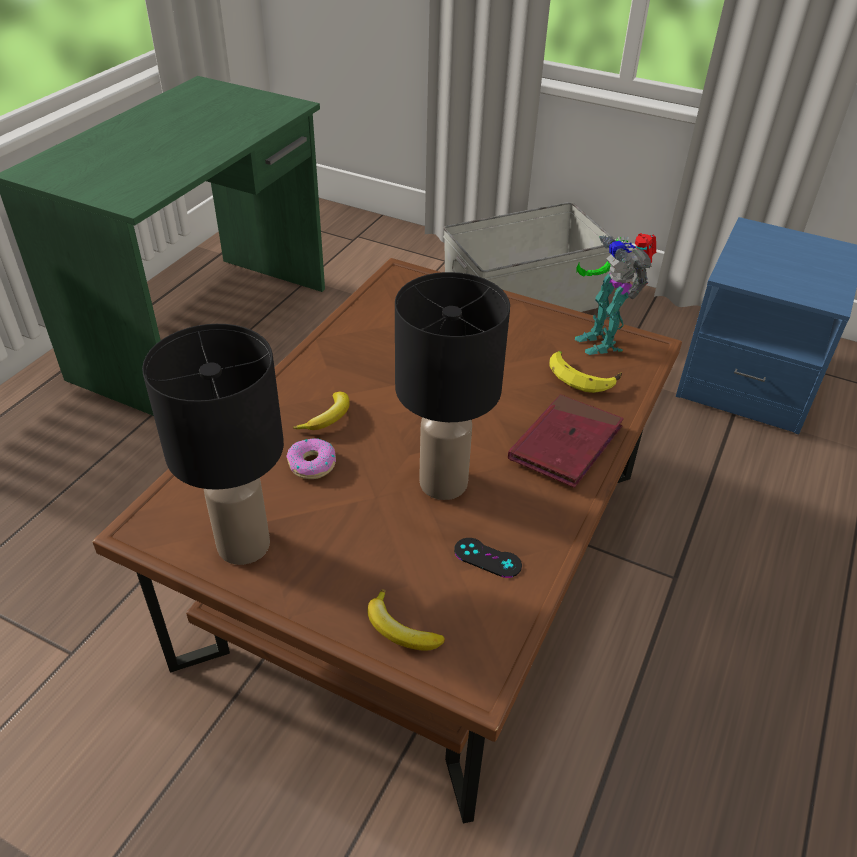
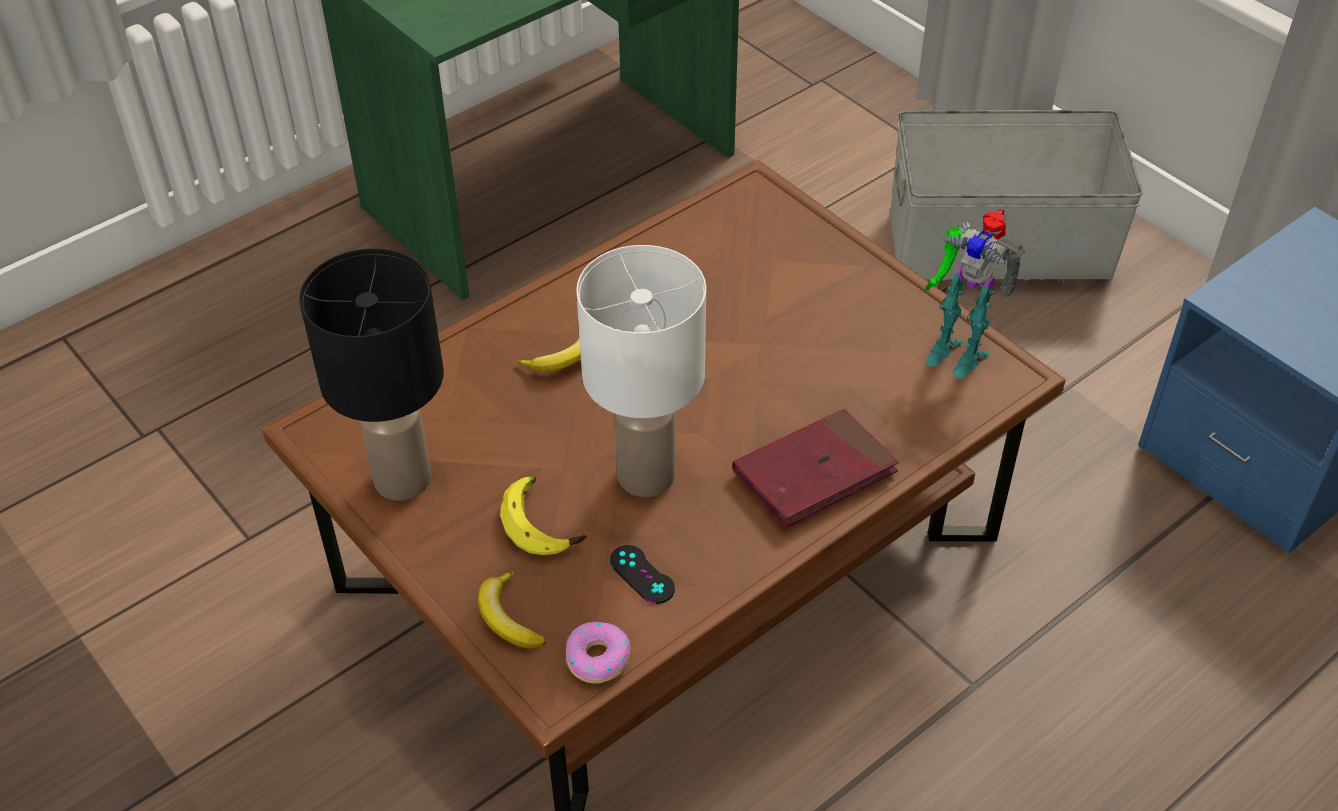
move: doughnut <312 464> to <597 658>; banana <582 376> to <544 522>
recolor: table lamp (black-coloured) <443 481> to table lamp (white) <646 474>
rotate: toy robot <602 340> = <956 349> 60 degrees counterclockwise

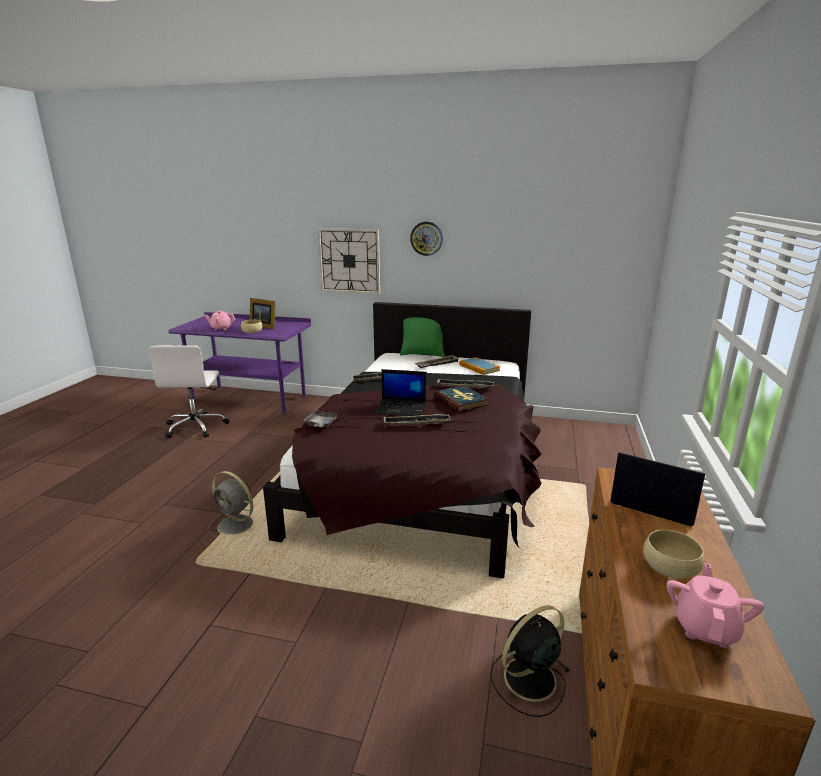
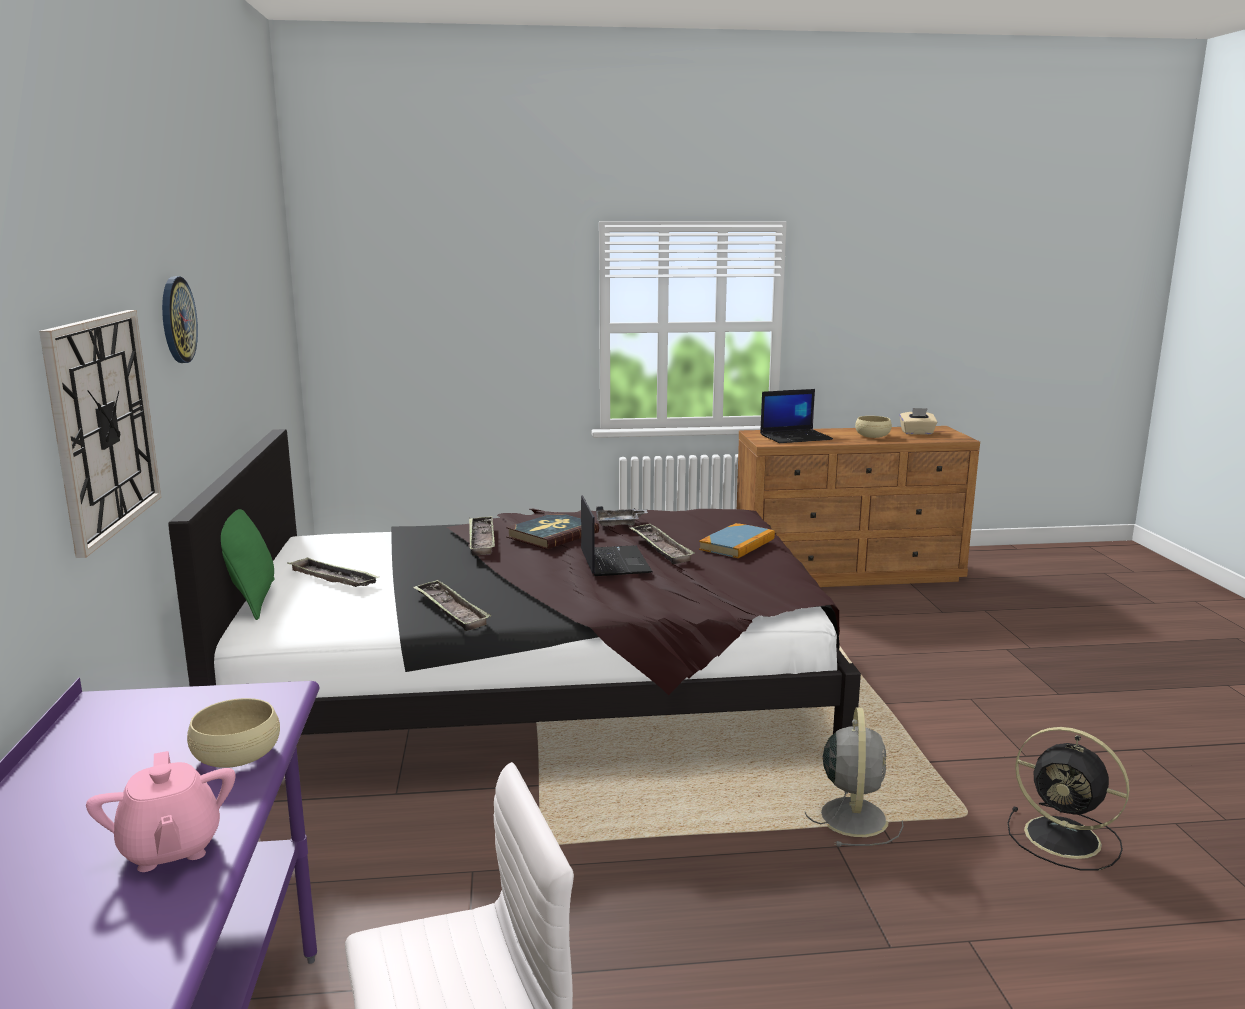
delete: picture frame <264 326>
move: serving tray (grey) <321 424> to <619 524>; bound book <479 368> to <737 544>; cooling fan (black-coloured) <528 680> to <1066 838>
replace: teapot (pink-coloured) <705 628> to tissue holder (beige-coloured) <917 433>
rotate: notebook computer <653 502> = <796 437> 120 degrees counterclockwise

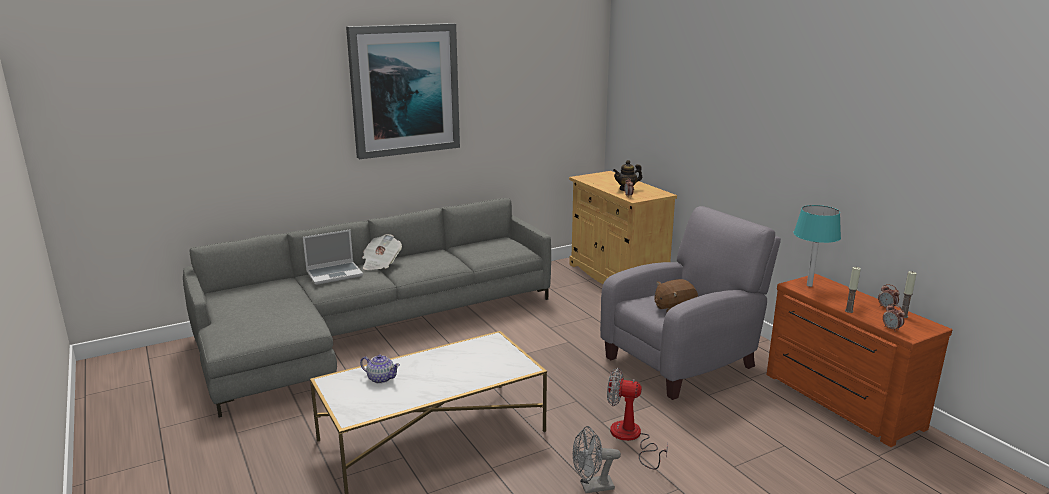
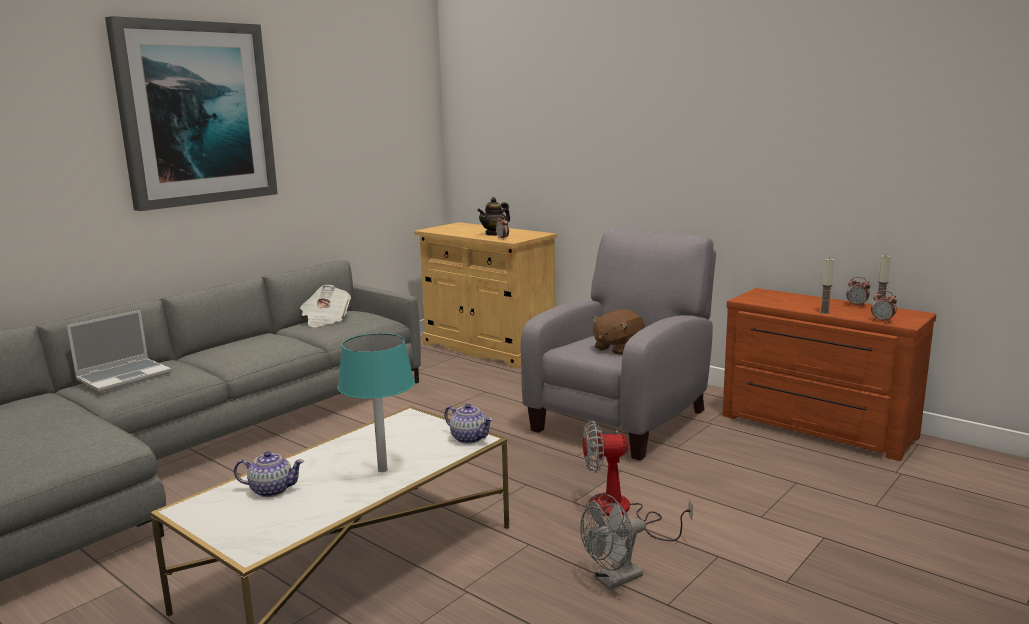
insert: teapot <469 438>
move: printed paper <380 263> to <325 320>; table lamp (turquoise-coloured) <809 285> to <382 470>

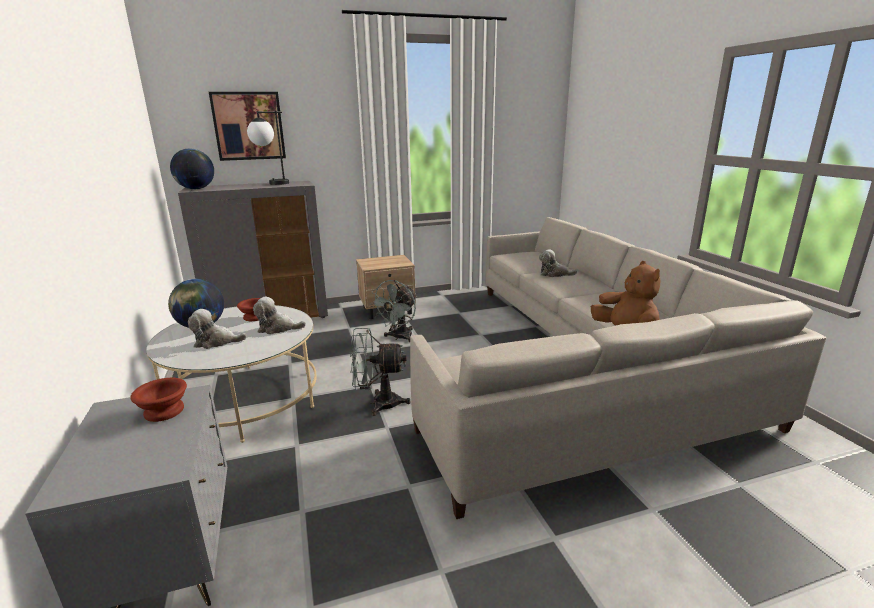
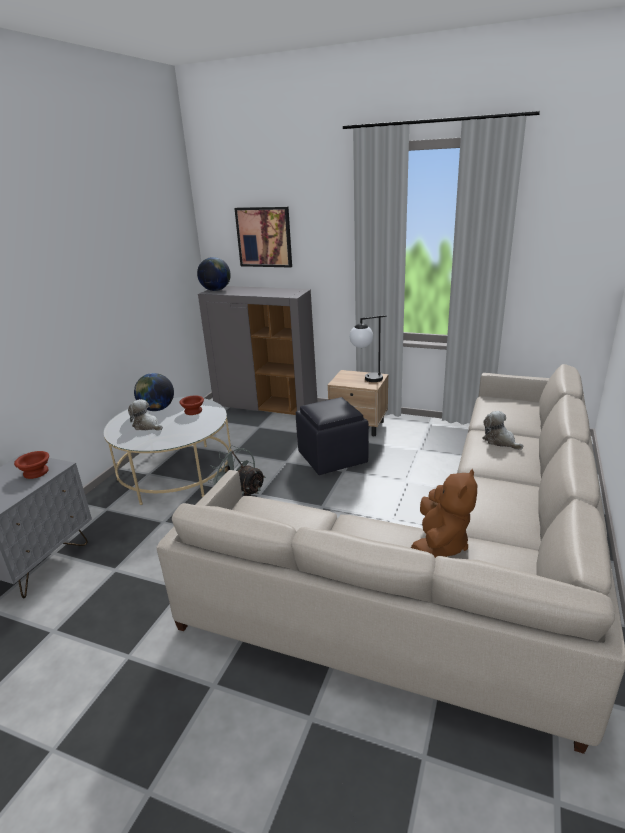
delete: soft toy <277 328>
move: table lamp <272 184> to <366 380>
replace: cooling fan (grey) <399 337> to footrest (black-coloured) <333 458>

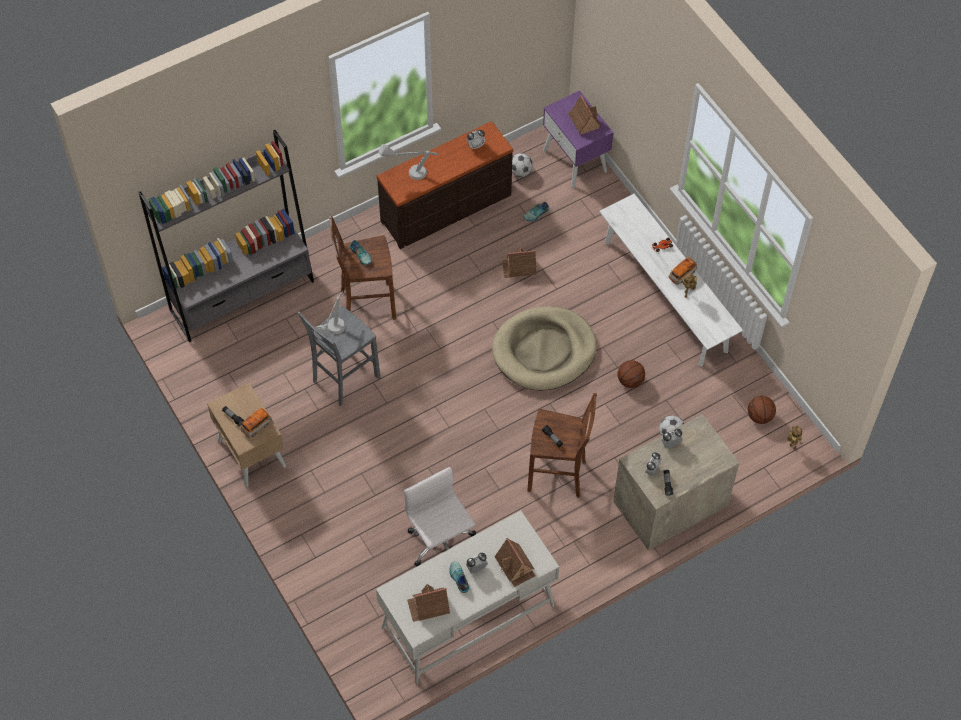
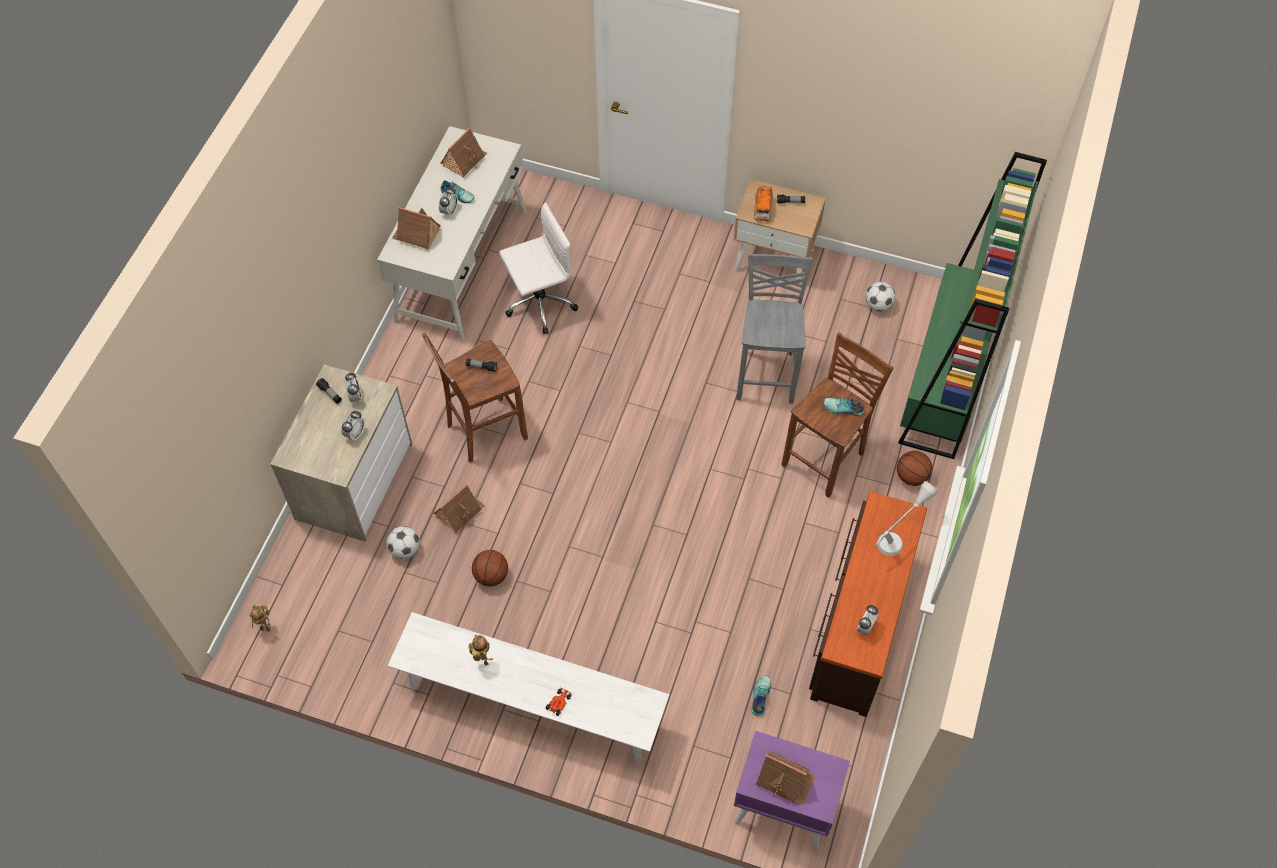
delete: table lamp (grey) <332 334>; dog bed (beige-coloured) <544 351>; model car <682 274>
move: model house <519 268> to <459 511>; ball for football <520 172> to <878 305>; basketball <760 416> to <911 476>
recolor: shelving unit (grey) <242 295> to shelving unit (greenish) <944 381>
rotate: office chair (white) <440 543> = <539 303> 45 degrees counterclockwise

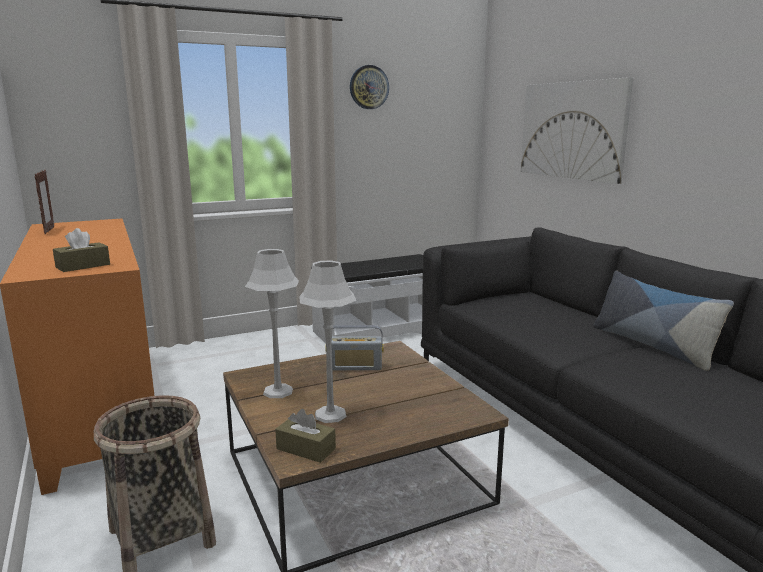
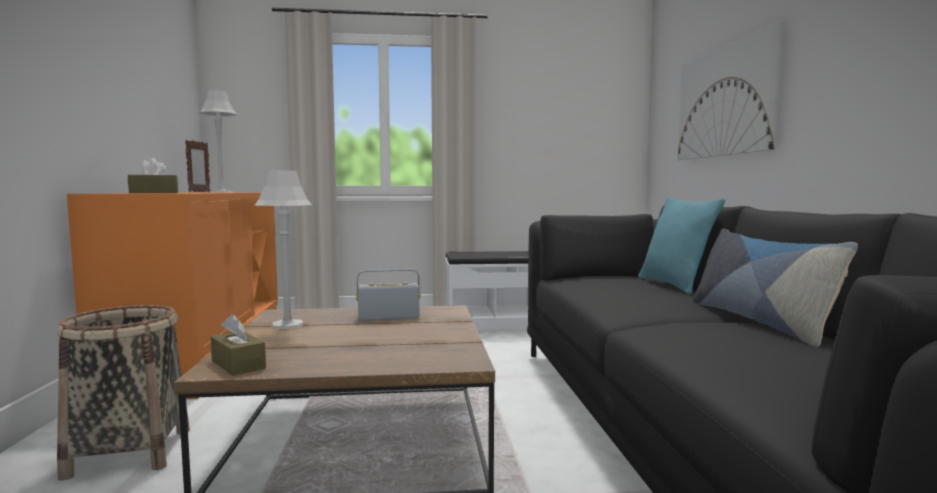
delete: hanging clock <369 87>
insert: cushion (turquoise-coloured) <674 285>
move: table lamp (grey) <330 414> to <221 192>
rotate: radio <354 367> = <388 317> 150 degrees clockwise

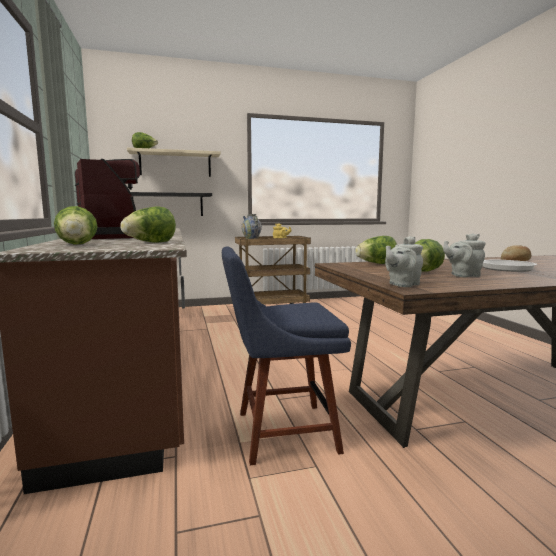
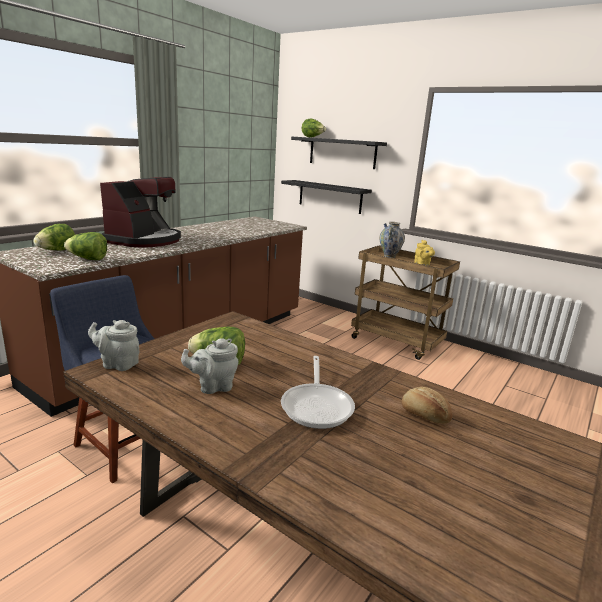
delete: head of lettuce <376 264>
recolor: wall shelf (beige-coloured) <175 164> to wall shelf (black-coloured) <342 153>
rotate: teapot (grey) <463 275> = <213 387> 60 degrees counterclockwise

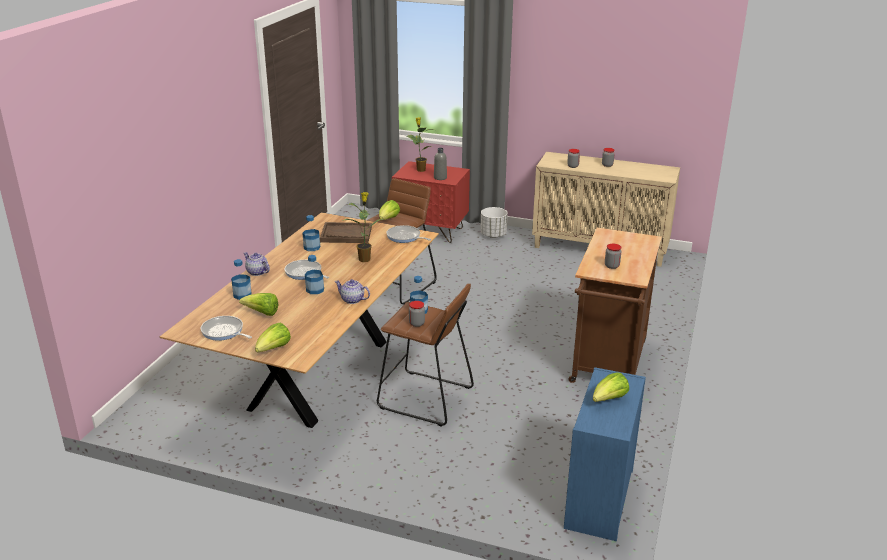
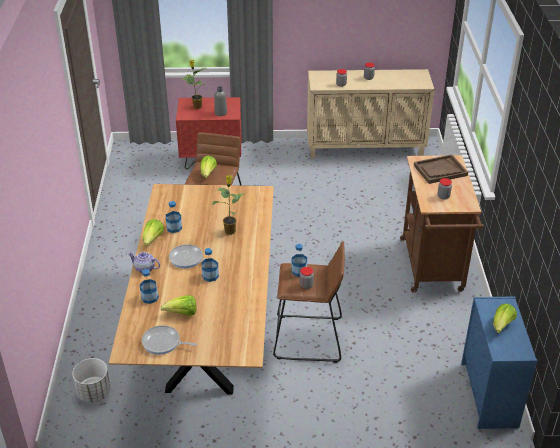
delete: teapot <352 300>; pan <405 237>
move: head of lettuce <273 349> to <153 240>; serving tray (brownish) <346 234> to <440 170>; planter (white) <493 235> to <94 392>

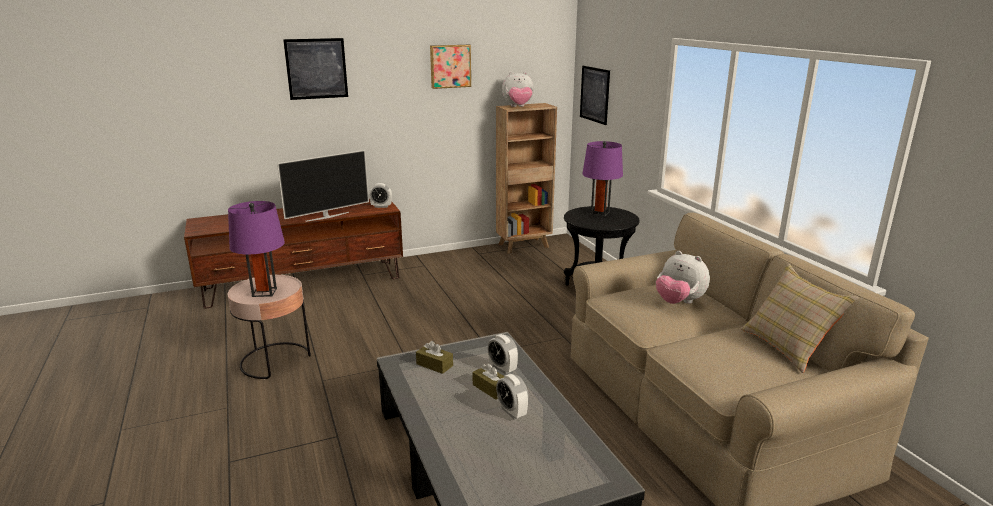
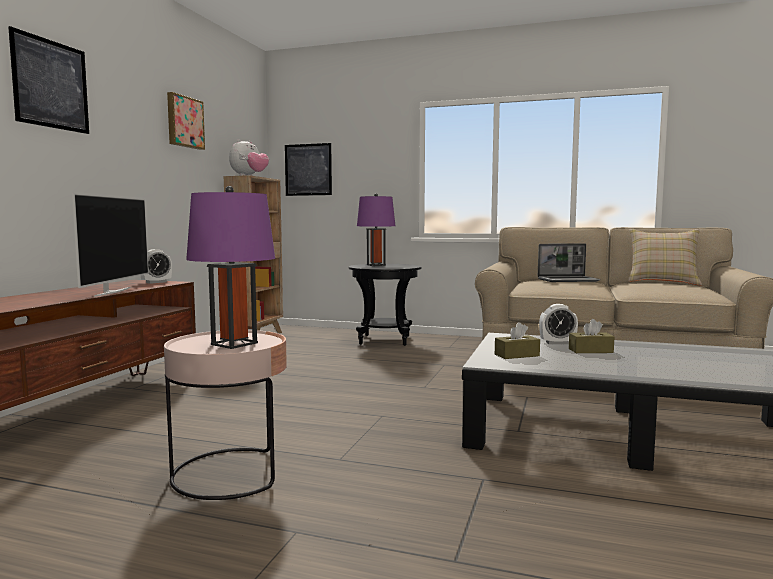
delete: alarm clock <512 412>
replace: soft toy <679 302> to notebook computer <568 280>

